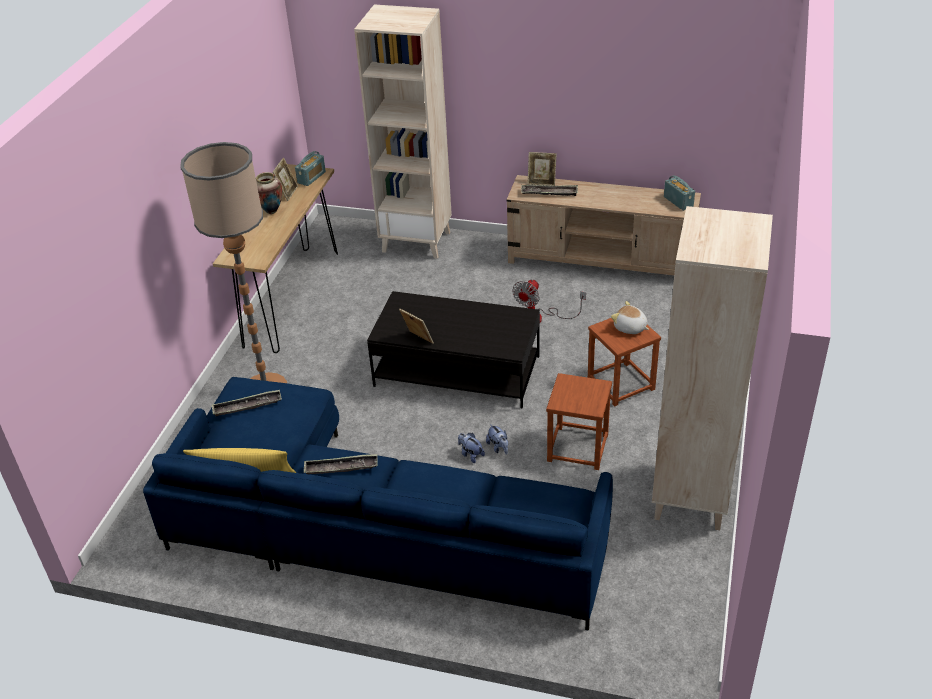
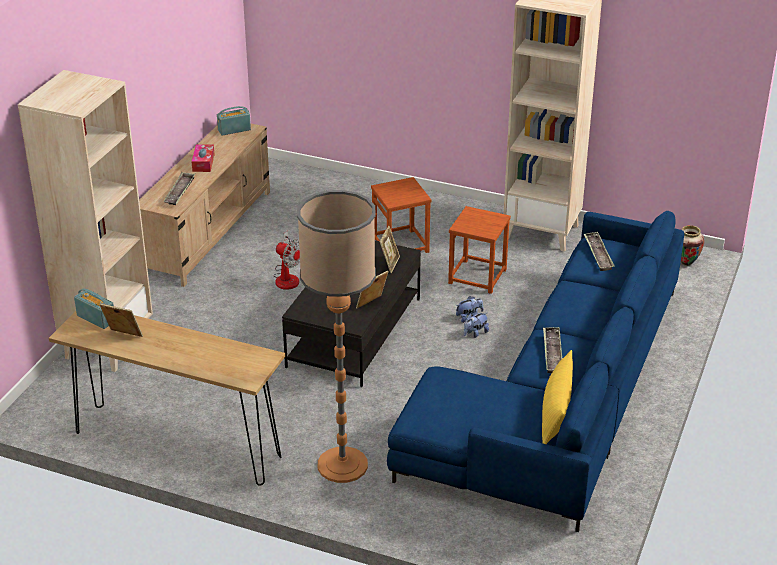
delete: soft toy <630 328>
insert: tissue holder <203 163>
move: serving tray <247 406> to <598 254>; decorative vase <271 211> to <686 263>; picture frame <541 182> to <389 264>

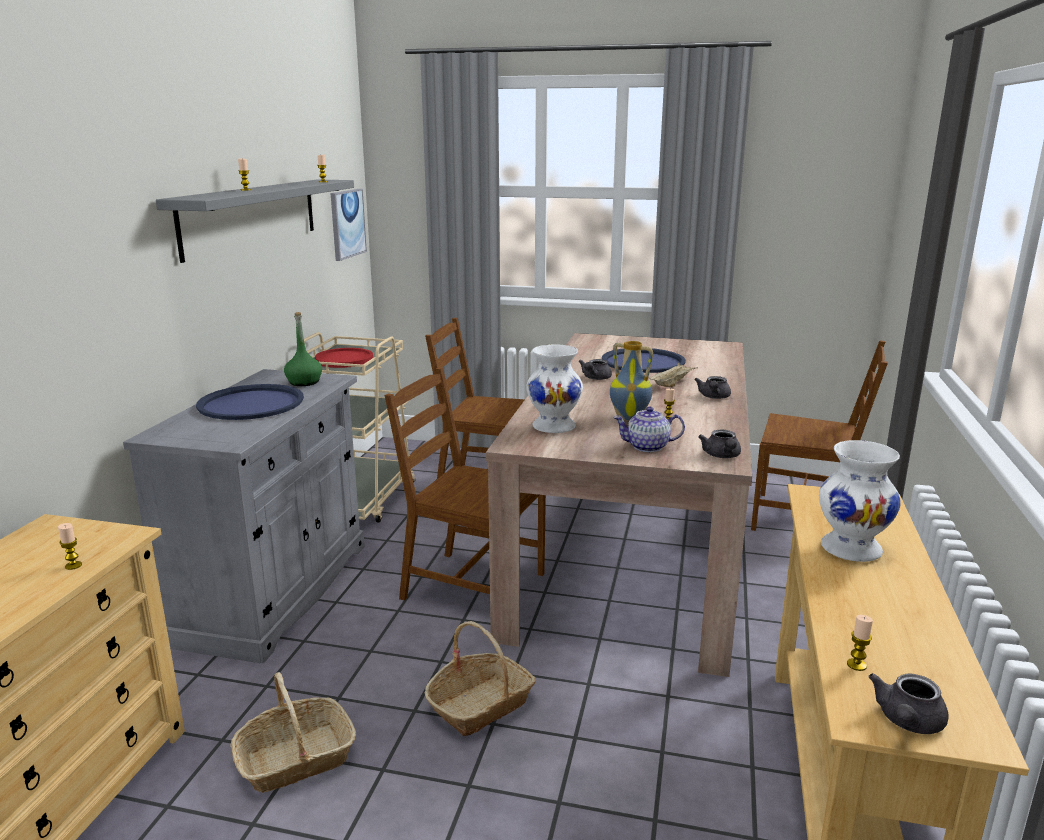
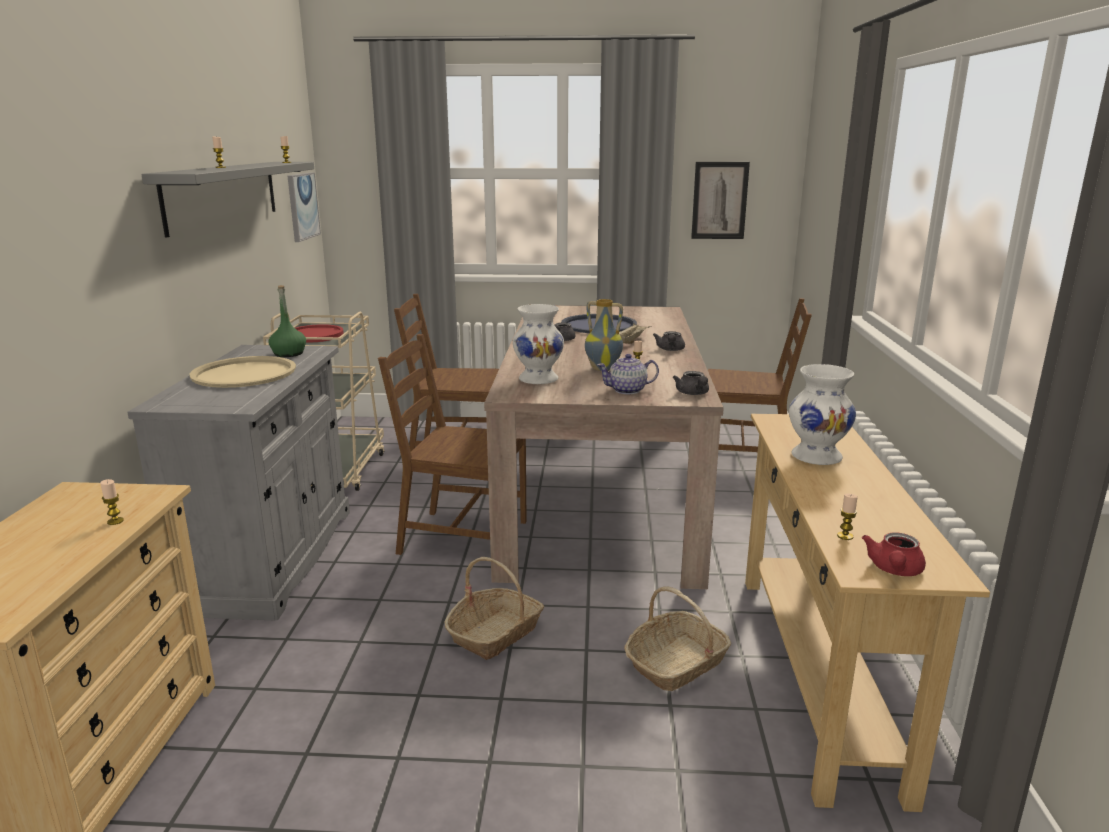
insert: wall picture <719 200>
move: basket <296 759> to <676 664>
recolor: serving tray (blue-coloured) <251 404> to serving tray (beige-coloured) <244 373>; teapot (grey) <907 722> to teapot (red-coloured) <894 570>

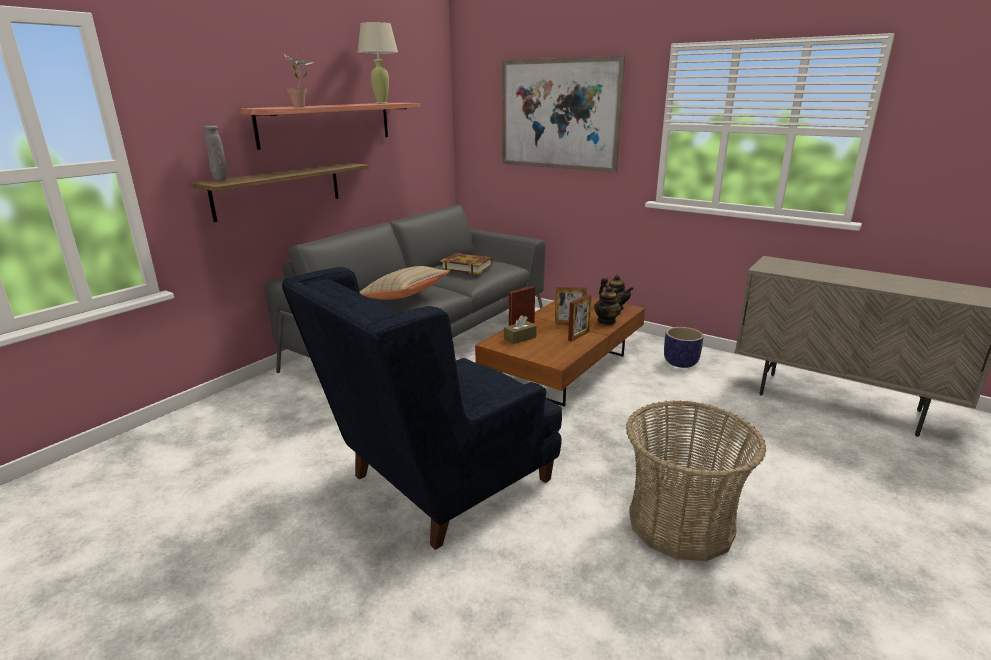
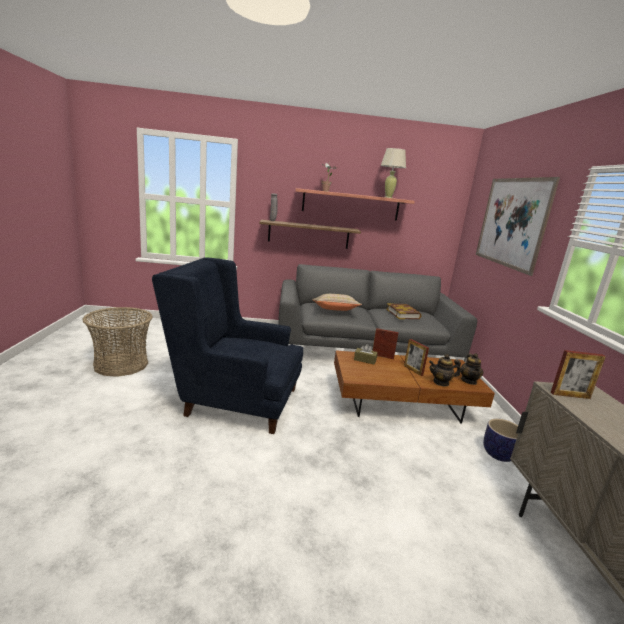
move: picture frame <578 336> to <570 395>; basket <680 523> to <121 364>

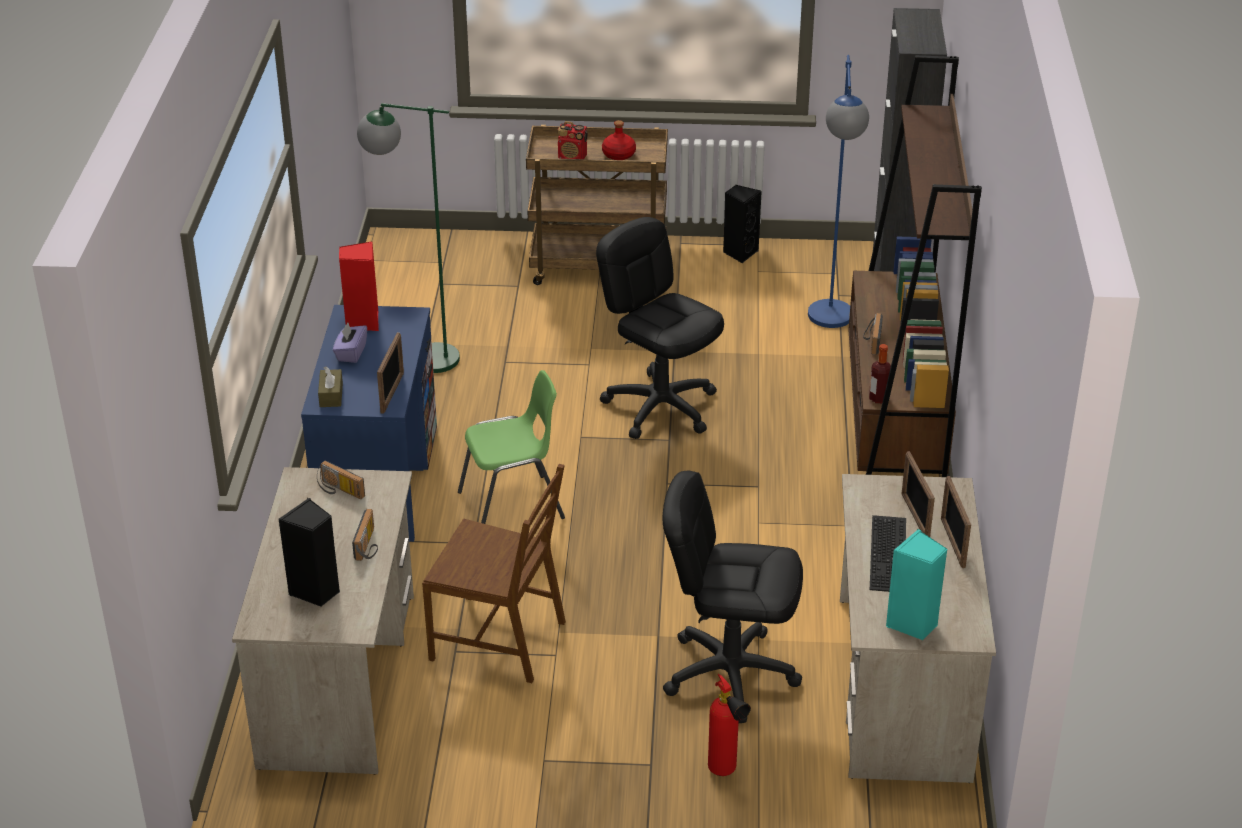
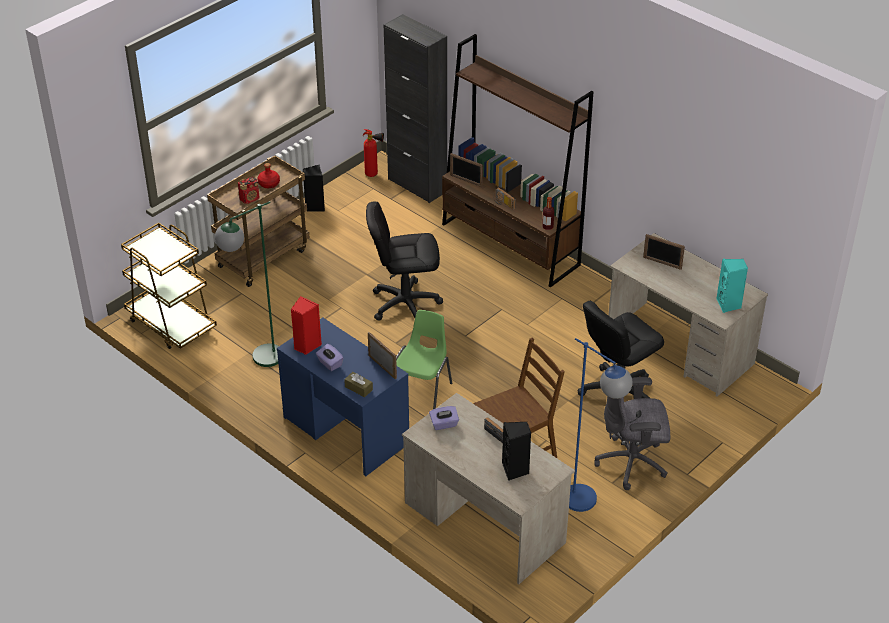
delete: computer keyboard <890 554>
insert: cart (brownish) <171 324>; office chair (grey) <632 463>
move: extinguisher <725 773> to <374 174>; standing lamp (blue-coloured) <831 324> to <589 505>; picture frame <952 543> to <466 181>
replace: radio <339 490> to tissue holder (purplish) <444 424>

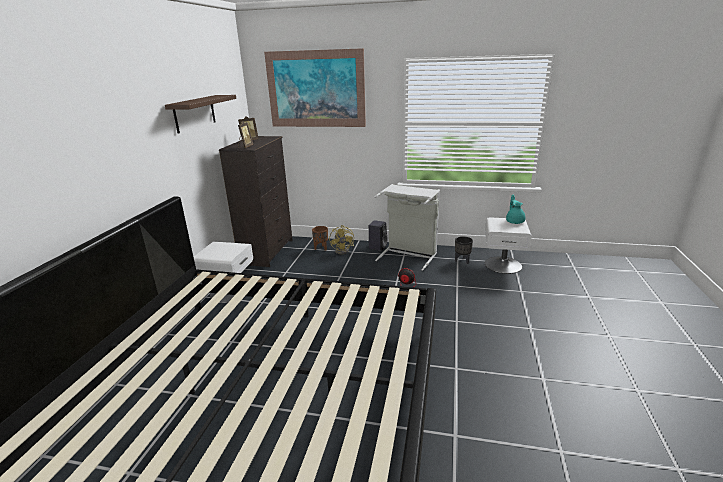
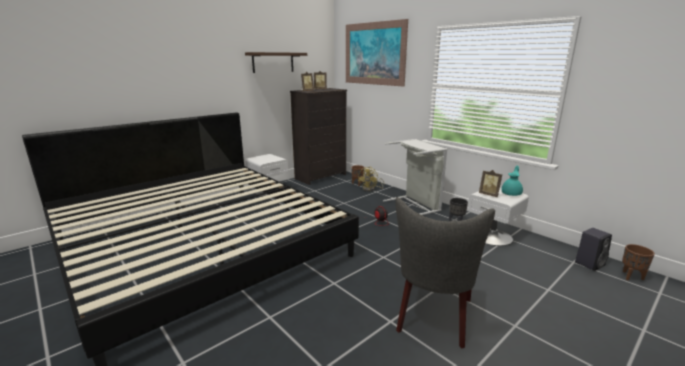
insert: plain chair (grey) <433 318>; picture frame <489 195>; planter (brownish) <631 277>
move: audio speaker (black-coloured) <378 247> to <589 263>

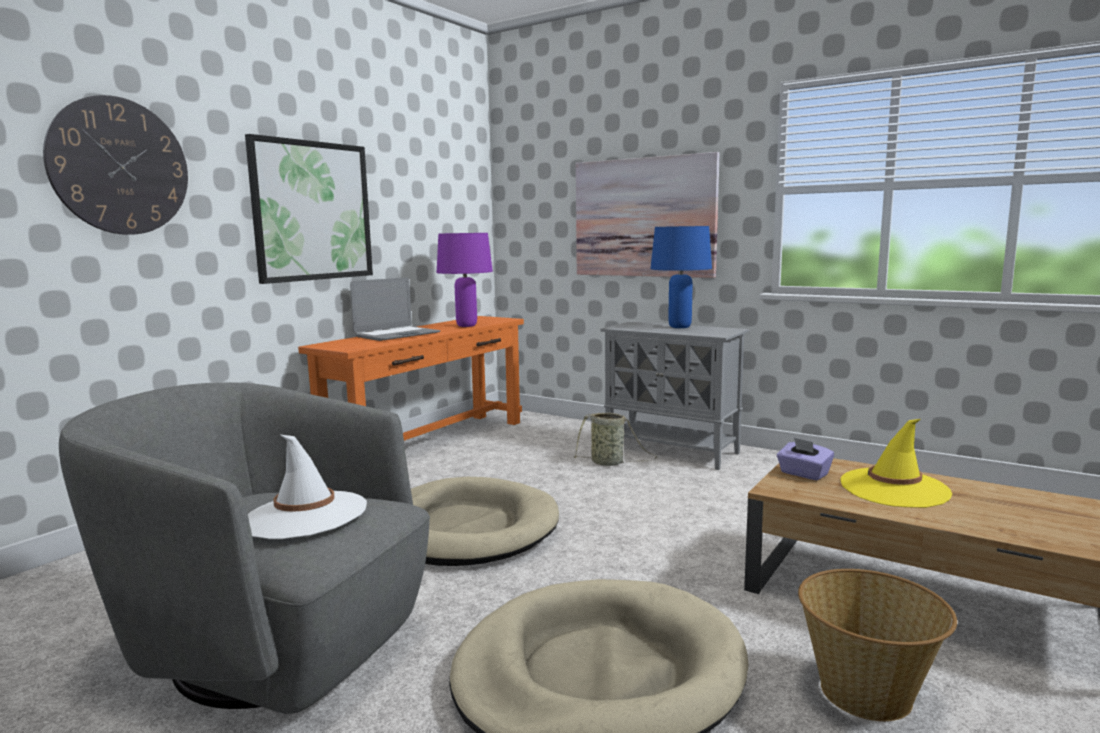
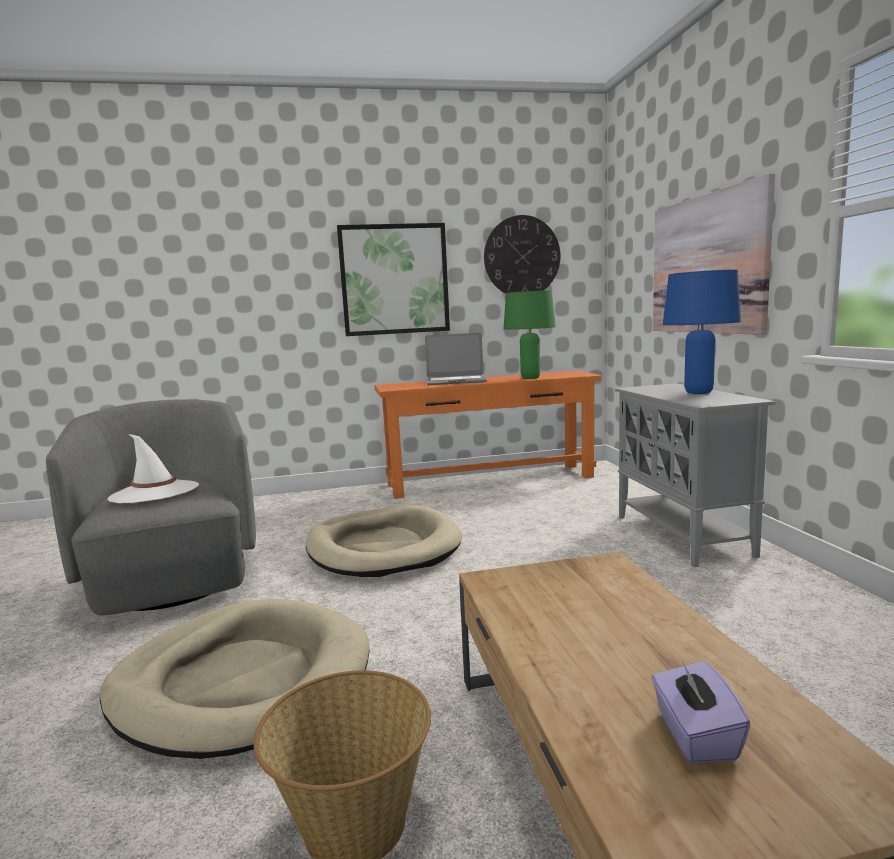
delete: basket <609 463>; wearable hat (yellow) <894 488>
move: hanging clock <120 166> to <522 256>; tissue holder (purplish) <803 474> to <695 736>
recolor: table lamp (purplish) <467 326> to table lamp (greenish) <530 378>

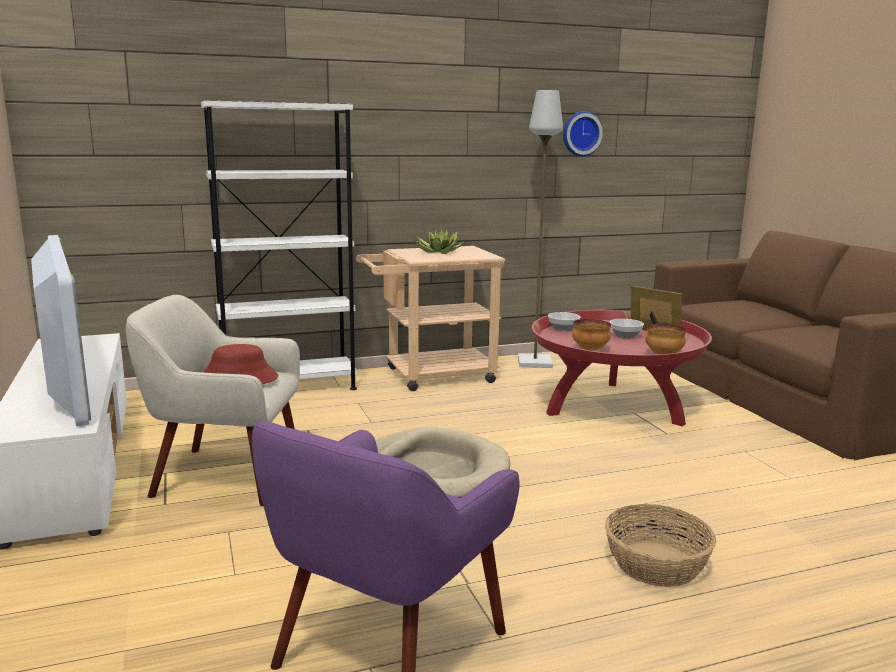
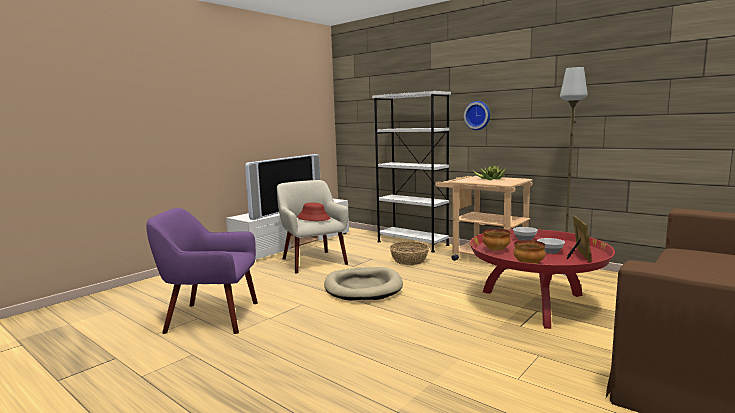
move: hanging clock <580 133> to <478 115>; basket <656 564> to <409 260>

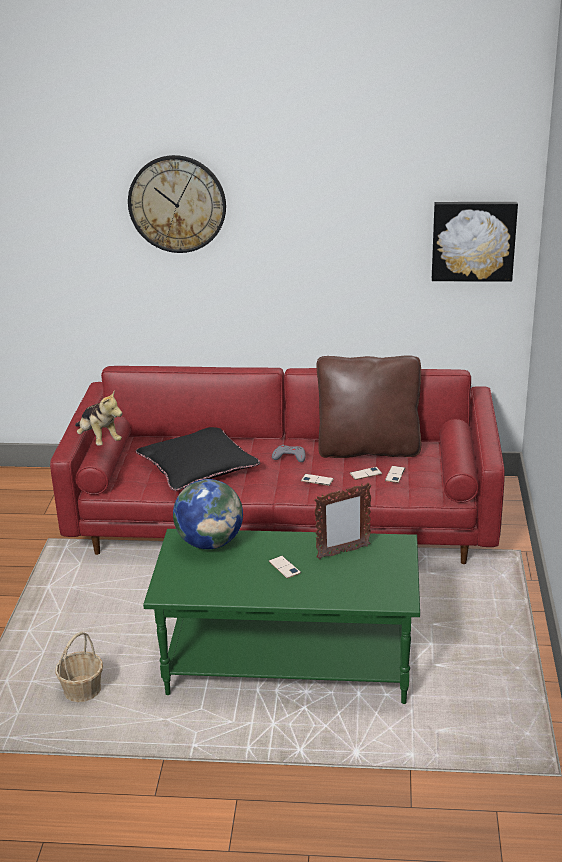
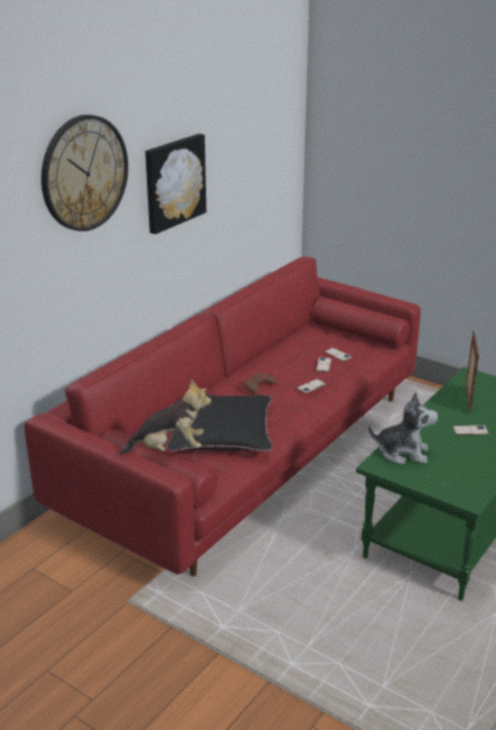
delete: basket <83 690>; cushion (brownish) <368 449>
move: wall picture <473 240> to <173 182>
replace: globe <210 543> to soft toy <402 452>
recolor: game controller (grey) <289 457> to game controller (brownish) <258 386>

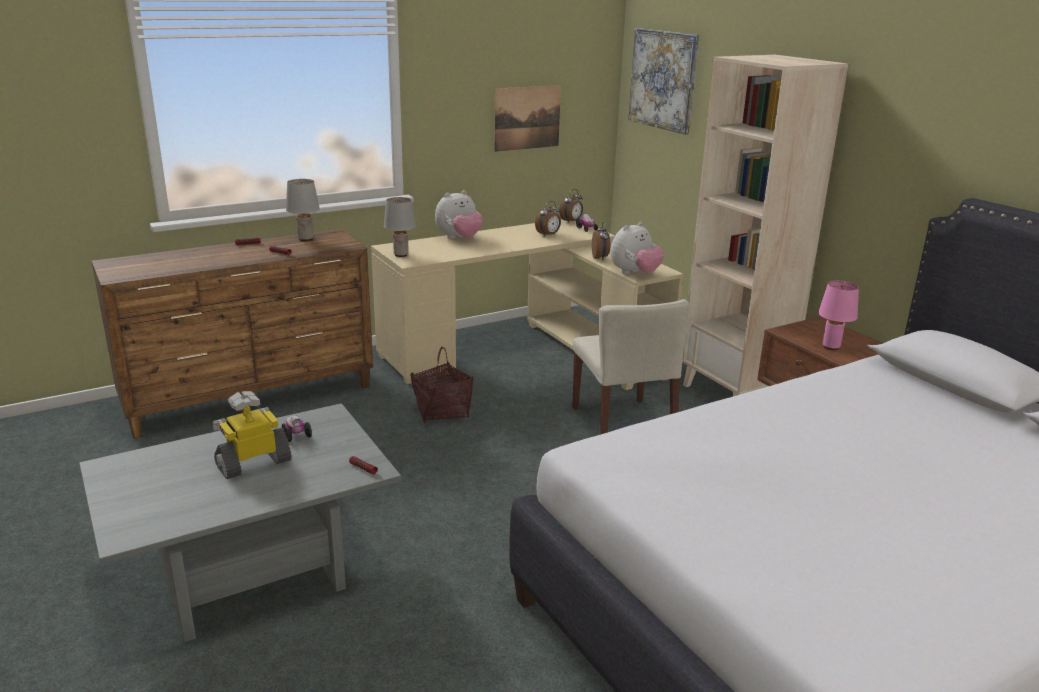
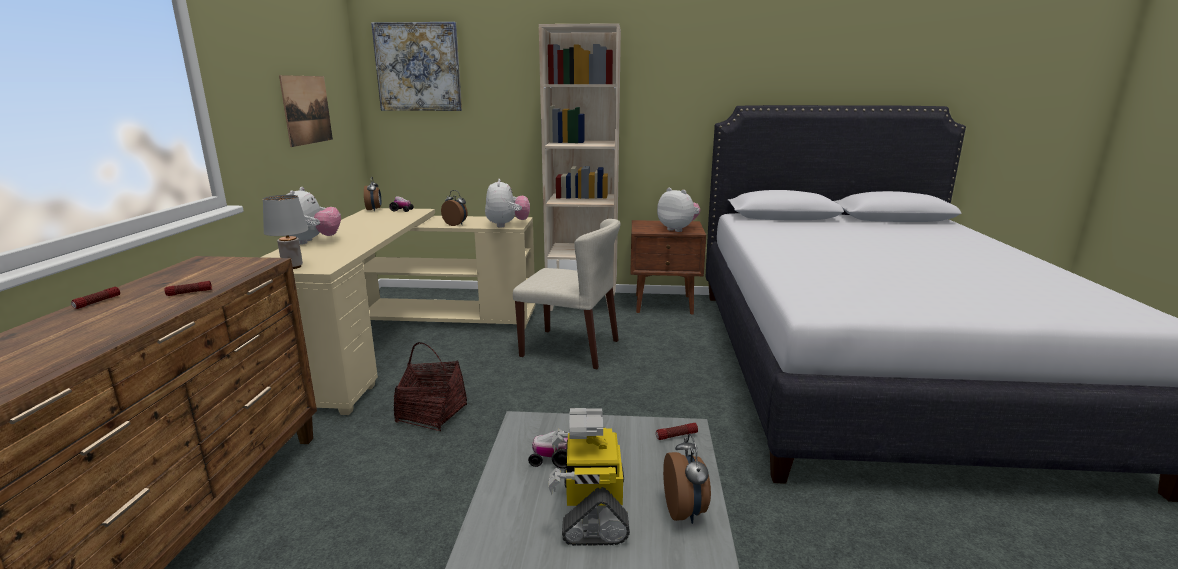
delete: table lamp (grey) <306 239>
move: alarm clock <548 235> to <685 511>
replace: table lamp (pink-coloured) <831 346> to soft toy <678 229>

